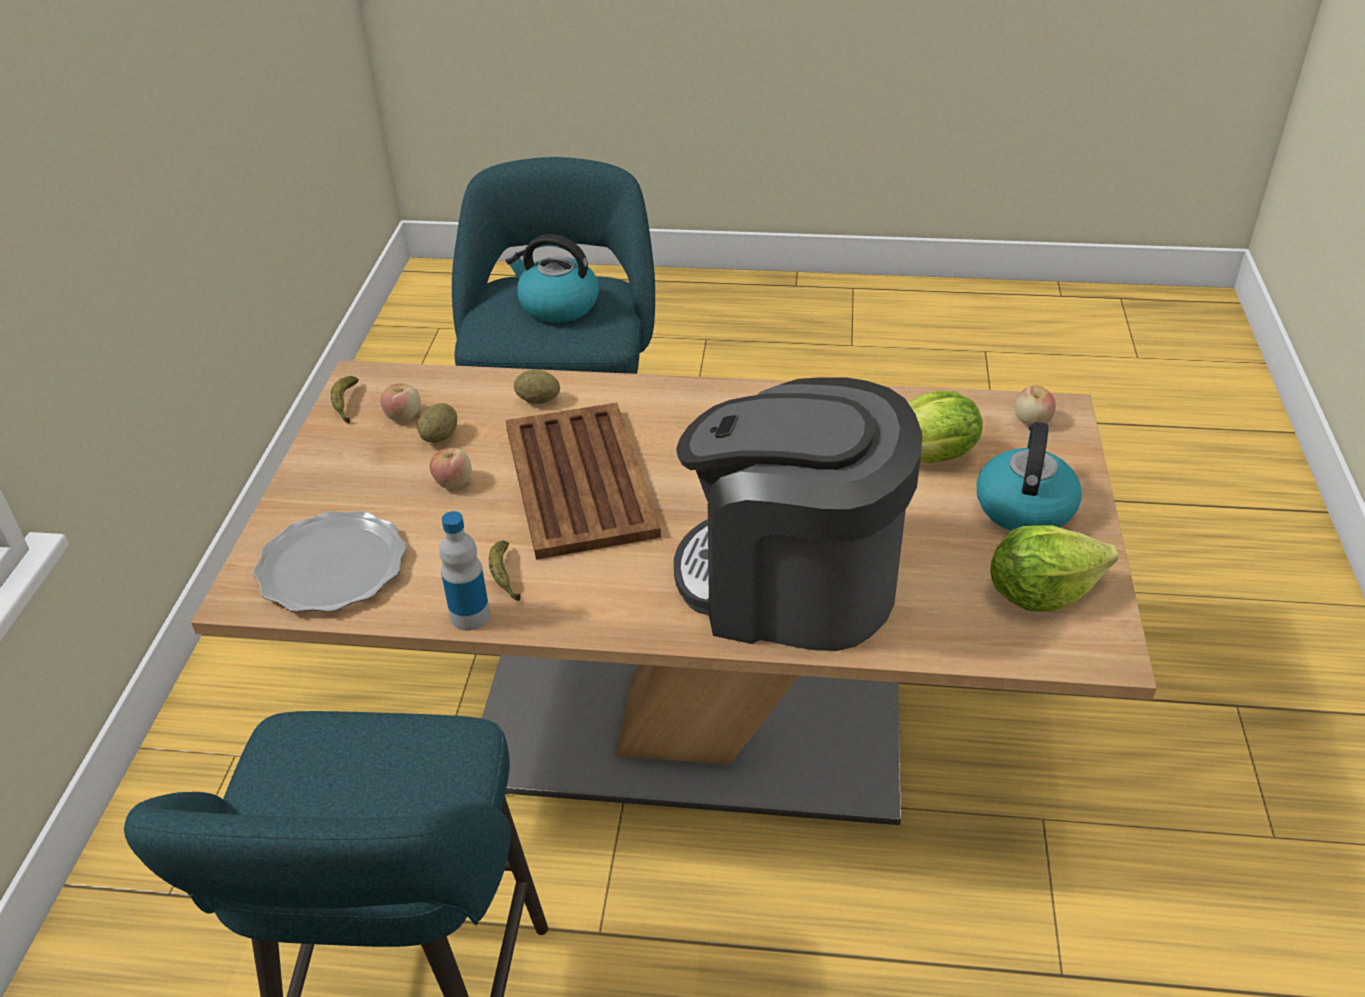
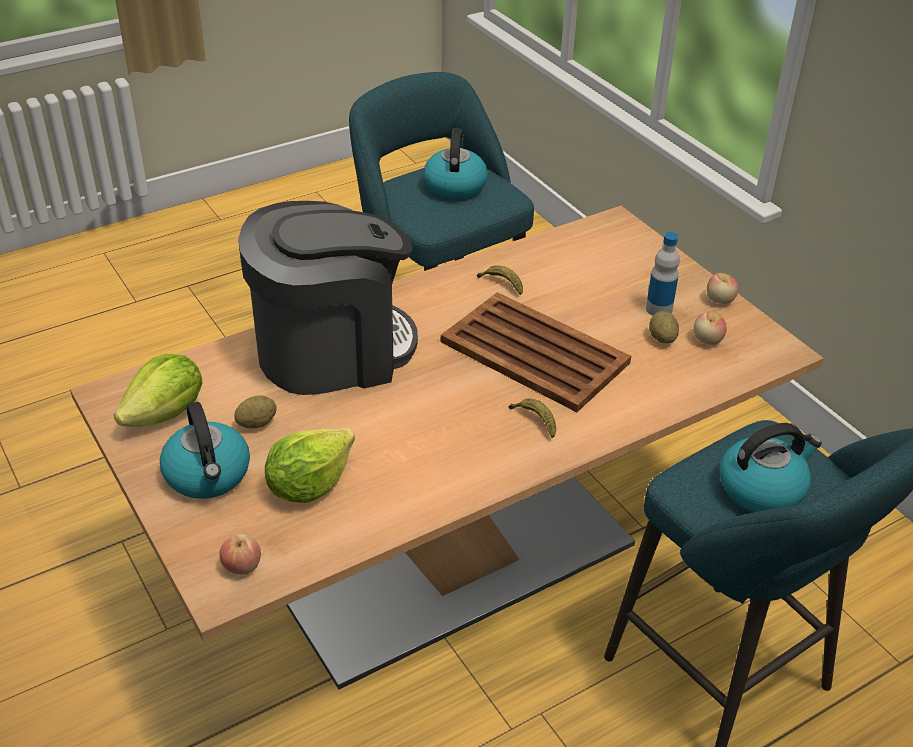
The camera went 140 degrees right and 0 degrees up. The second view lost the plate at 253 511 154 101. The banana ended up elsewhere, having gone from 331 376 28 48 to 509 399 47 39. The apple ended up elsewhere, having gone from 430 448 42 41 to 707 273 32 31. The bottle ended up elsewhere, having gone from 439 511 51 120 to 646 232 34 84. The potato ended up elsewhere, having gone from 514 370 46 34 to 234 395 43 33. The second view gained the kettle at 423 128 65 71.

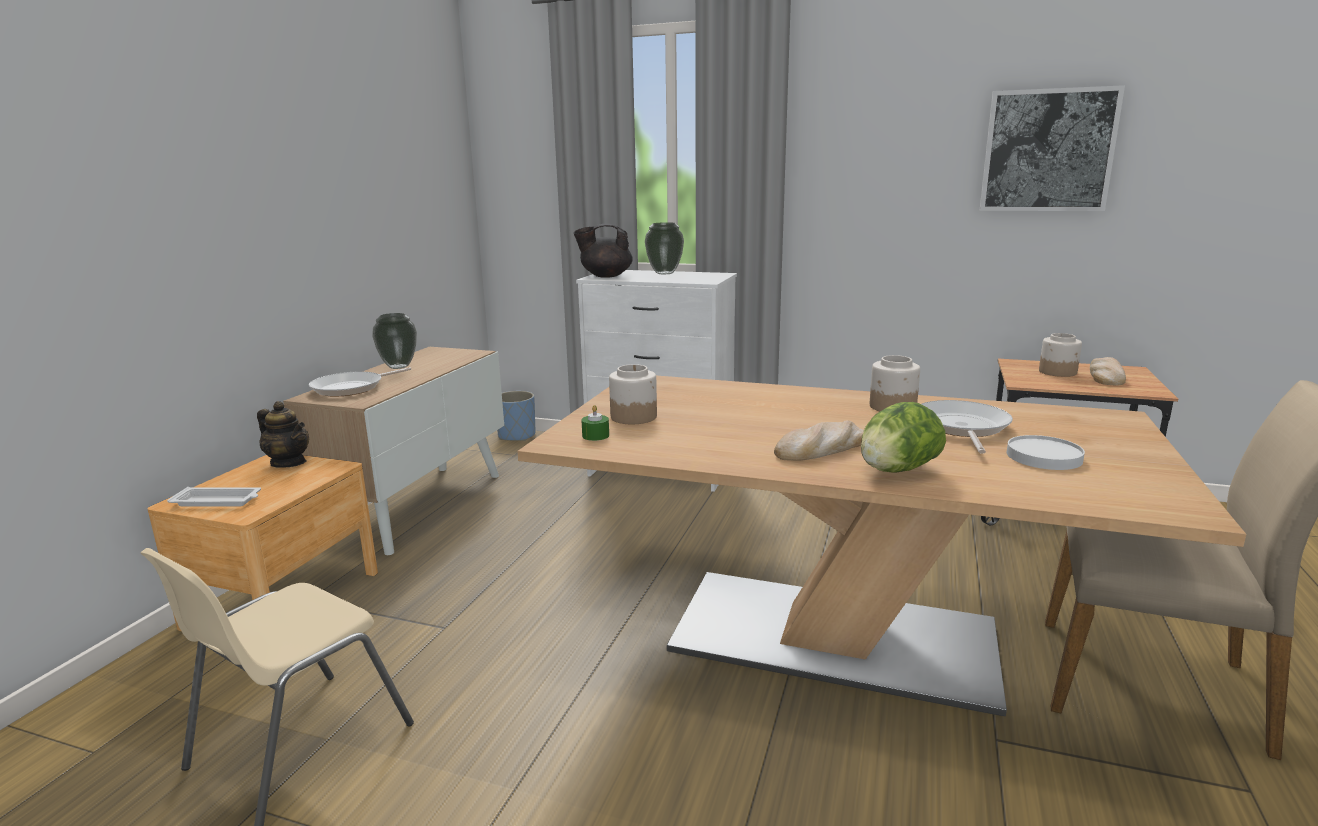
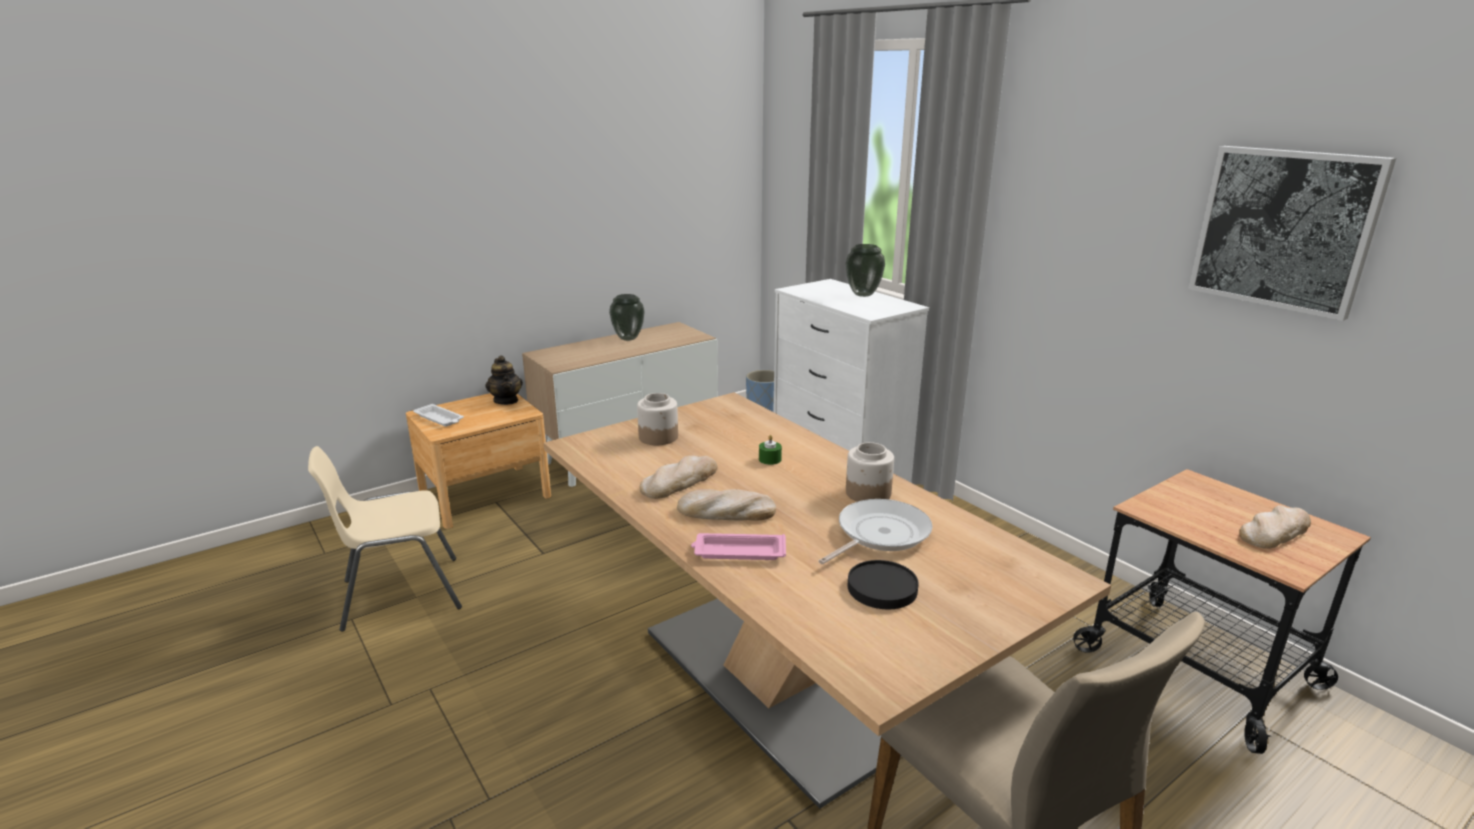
The camera went 35 degrees right and 5 degrees up. The second view lost the frying pan at 309 367 102 29. The second view lost the black teapot at 574 224 59 54. The green candle ended up elsewhere, having gone from 581 405 28 36 to 759 435 23 30. Where the lettuce stood at 861 402 85 70, the pink tray came to stand at 691 533 95 27. What was the white plate at 1007 435 78 35 turned into the black plate at 847 560 72 49. The second view lost the jar at 1039 333 43 44. The second view gained the bread at 639 455 78 44.

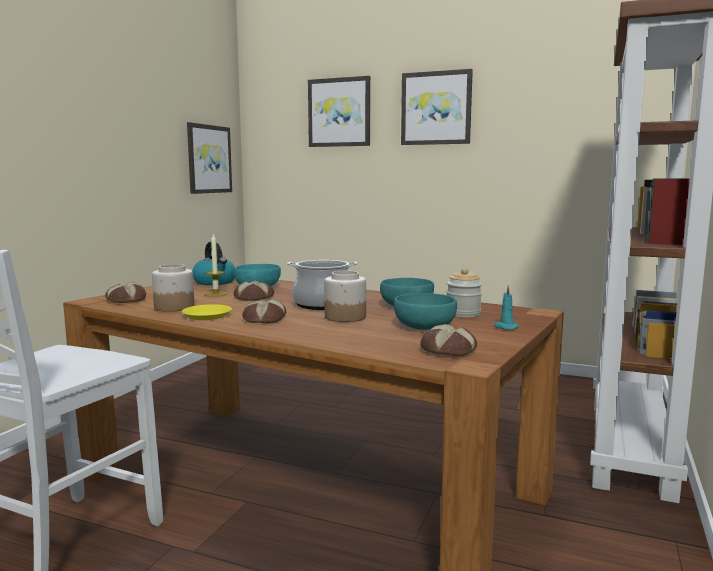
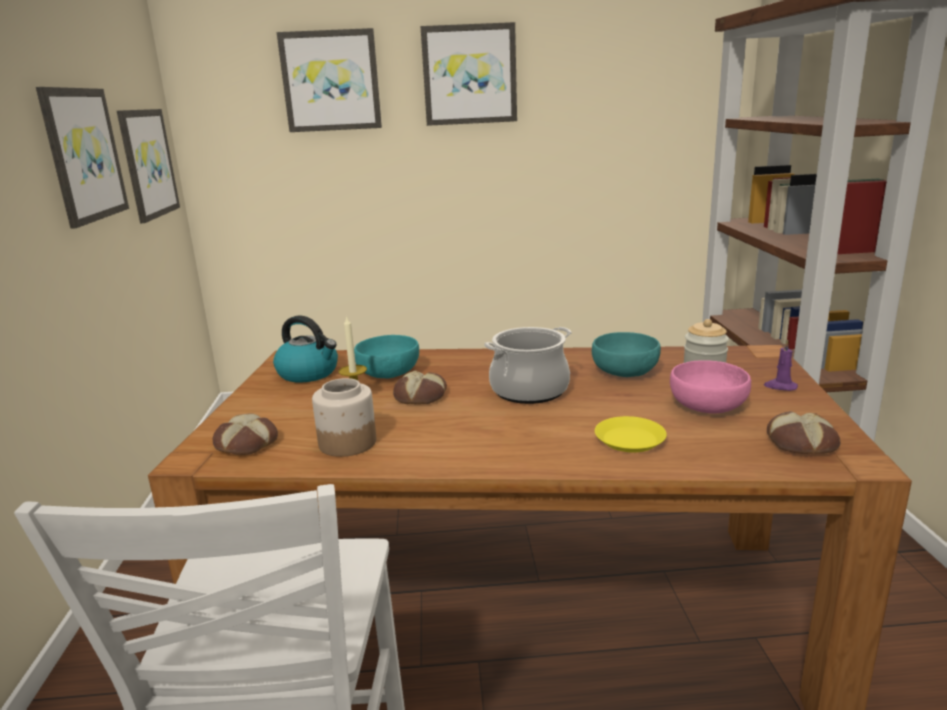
The camera went 25 degrees left and 10 degrees up. The yellow plate ended up elsewhere, having gone from 182 304 50 16 to 595 416 72 36. The second view lost the bread at 242 299 44 25. The second view lost the jar at 324 271 42 51. What was the turquoise bowl at 394 293 63 37 turned into the pink bowl at 670 360 81 53. What was the turquoise candle at 493 285 26 45 turned into the purple candle at 764 339 34 52. The second view gained the picture at 36 87 93 142.

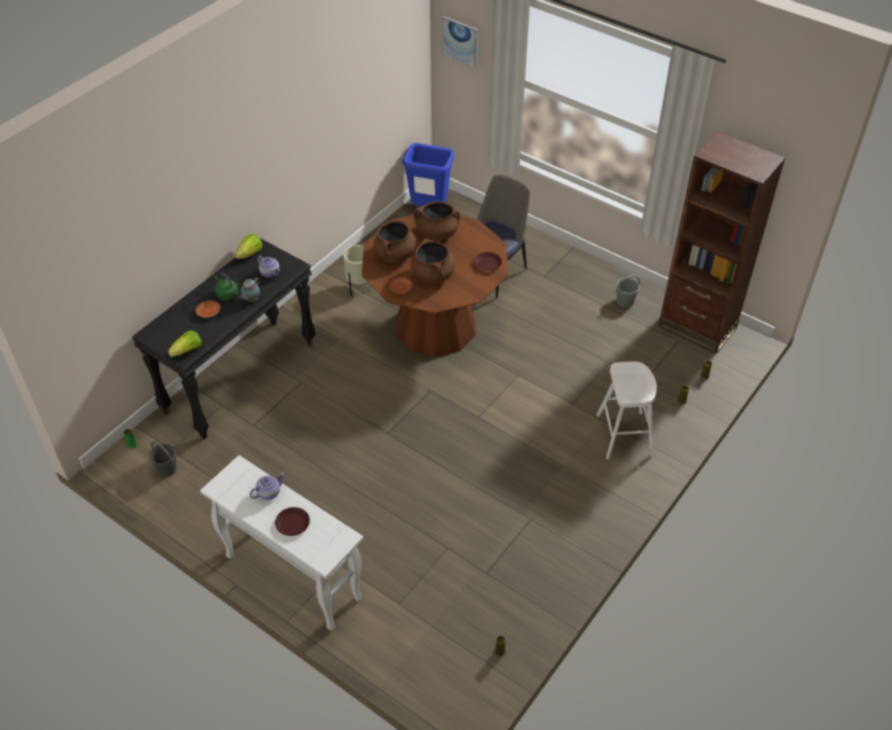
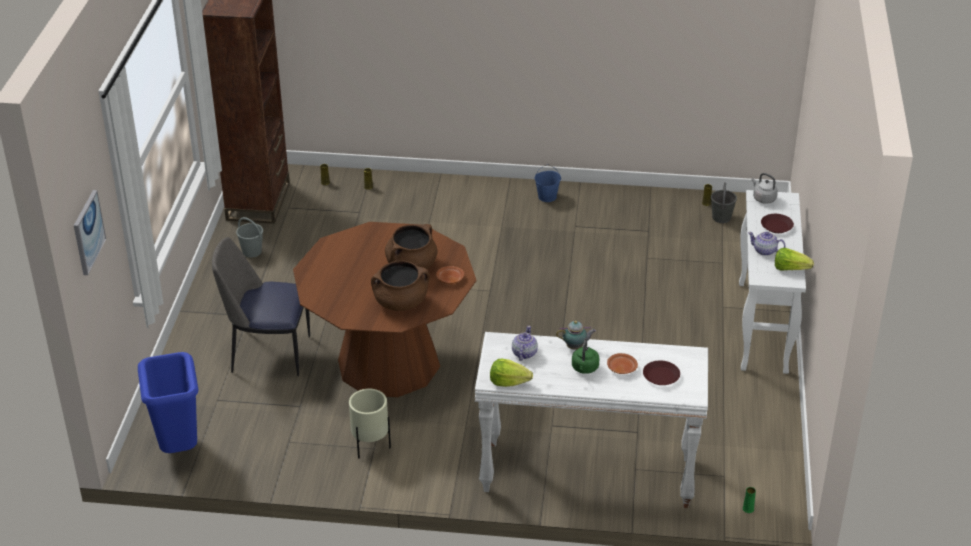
The camera went 120 degrees left and 10 degrees down. What was the black console table at 132 238 184 202 turned into the white console table at 475 332 233 176. The grey bucket ended up elsewhere, having gone from 149 441 28 36 to 711 182 26 41. The lettuce ended up elsewhere, having gone from 168 330 33 27 to 775 248 39 22. The second view lost the brown cooking pot at 414 201 46 40. The brown plate ended up elsewhere, having gone from 474 252 28 19 to 643 360 37 25. The second view lost the white stool at 596 361 61 98. The second view gained the blue bucket at 535 164 26 38. The second view gained the grey kettle at 752 173 26 31.

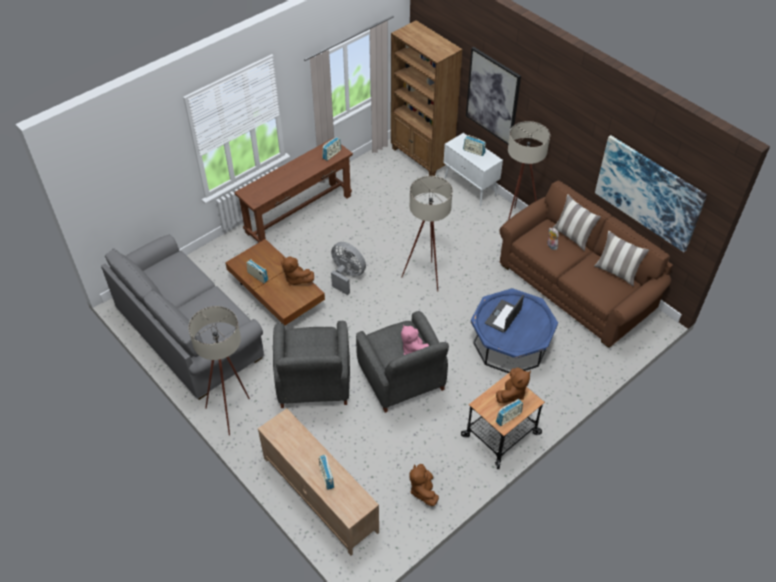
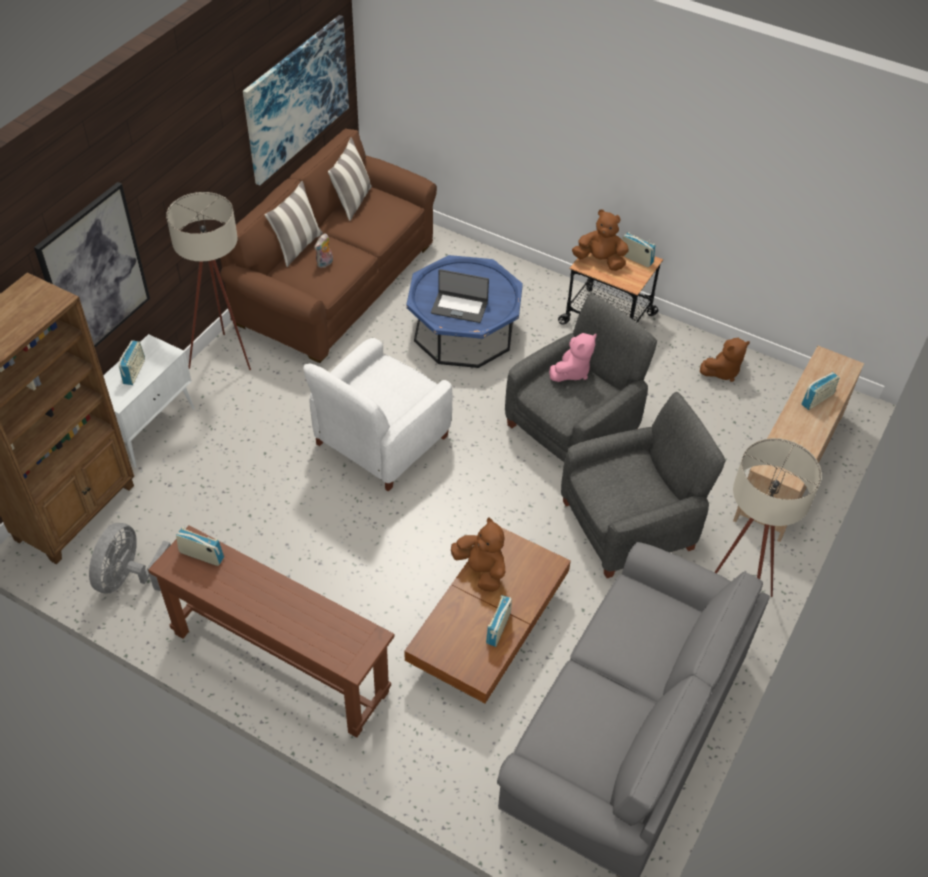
The camera went 110 degrees left and 0 degrees up. The brown plush toy at 281 256 33 30 ended up facing another way, 60 degrees counterclockwise from before. The grey fan ended up elsewhere, having gone from 331 242 35 53 to 89 523 82 71. Where the beige floor lamp stood at 402 176 51 115, the white armchair came to stand at 303 338 149 154.

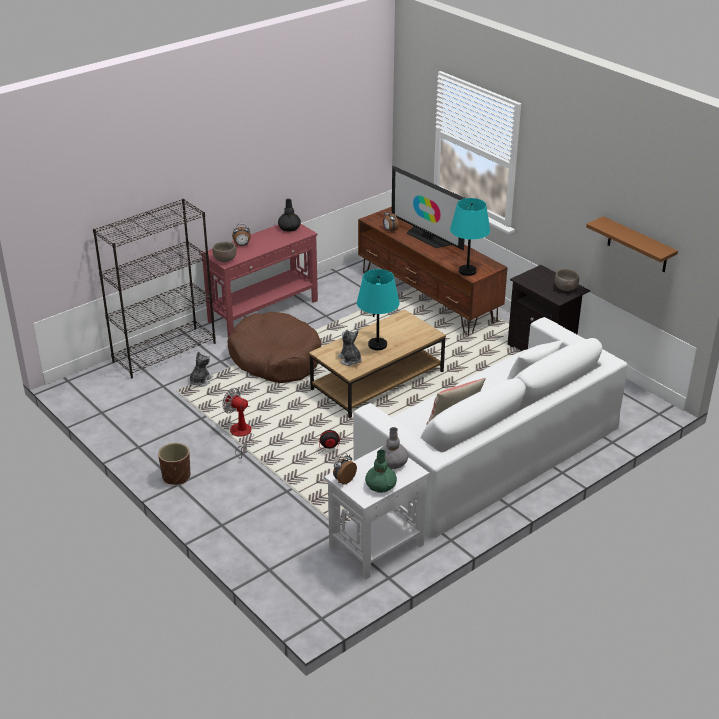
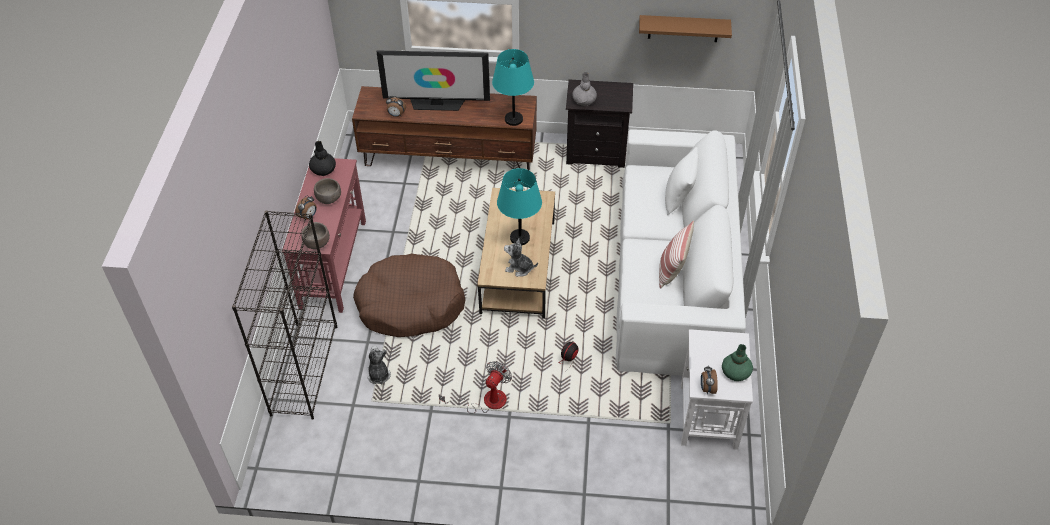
The camera went 45 degrees left and 15 degrees up. The second view lost the brown planter at 158 443 32 42. The fan at 222 388 32 71 ended up facing another way, 135 degrees clockwise from before. The grey vase ended up elsewhere, having gone from 380 427 28 42 to 572 72 25 34. The brown bowl ended up elsewhere, having gone from 555 269 24 22 to 314 178 27 26.

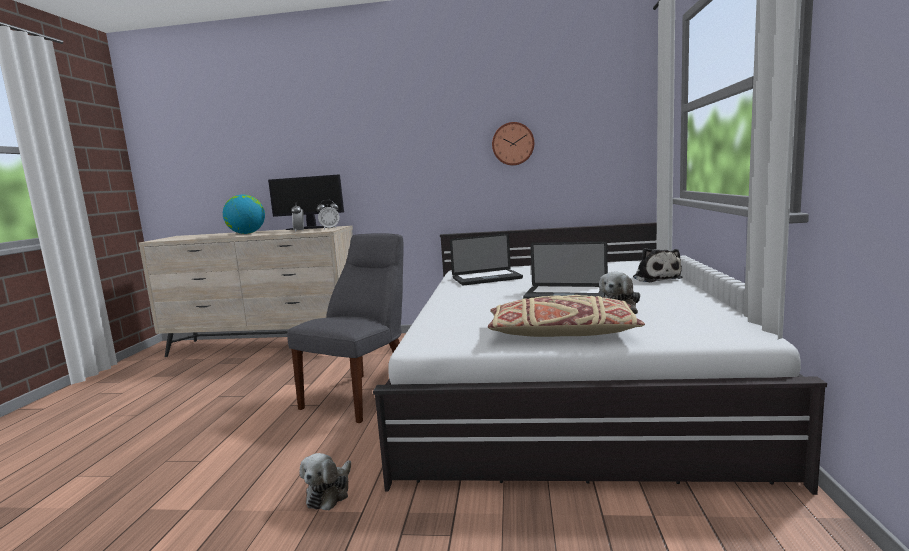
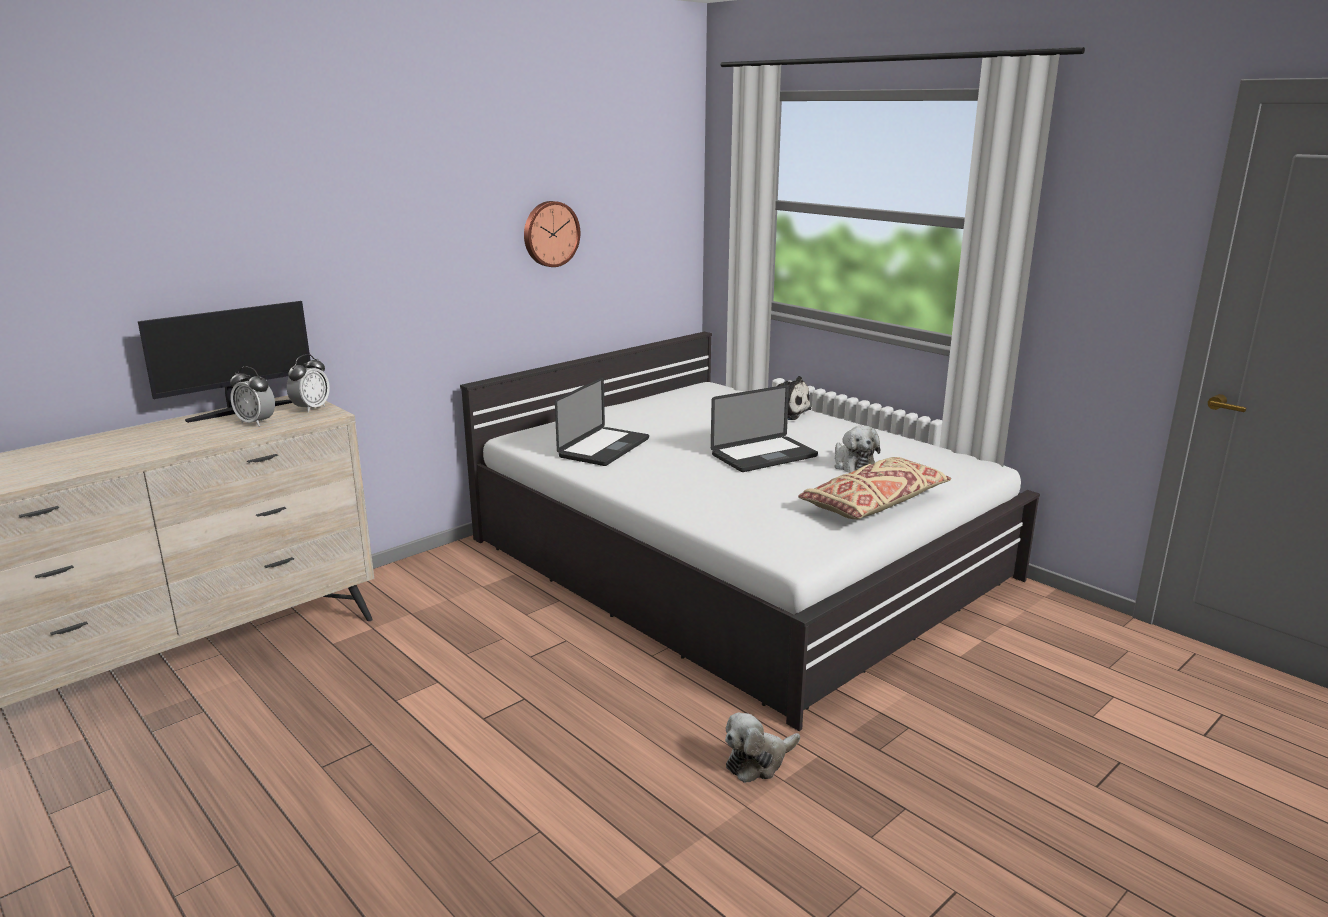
The camera went 50 degrees left and 10 degrees up. The second view lost the globe at 223 195 42 39. The second view lost the grey chair at 287 233 117 190. The plush toy at 300 453 51 57 ended up facing another way, 90 degrees clockwise from before.

